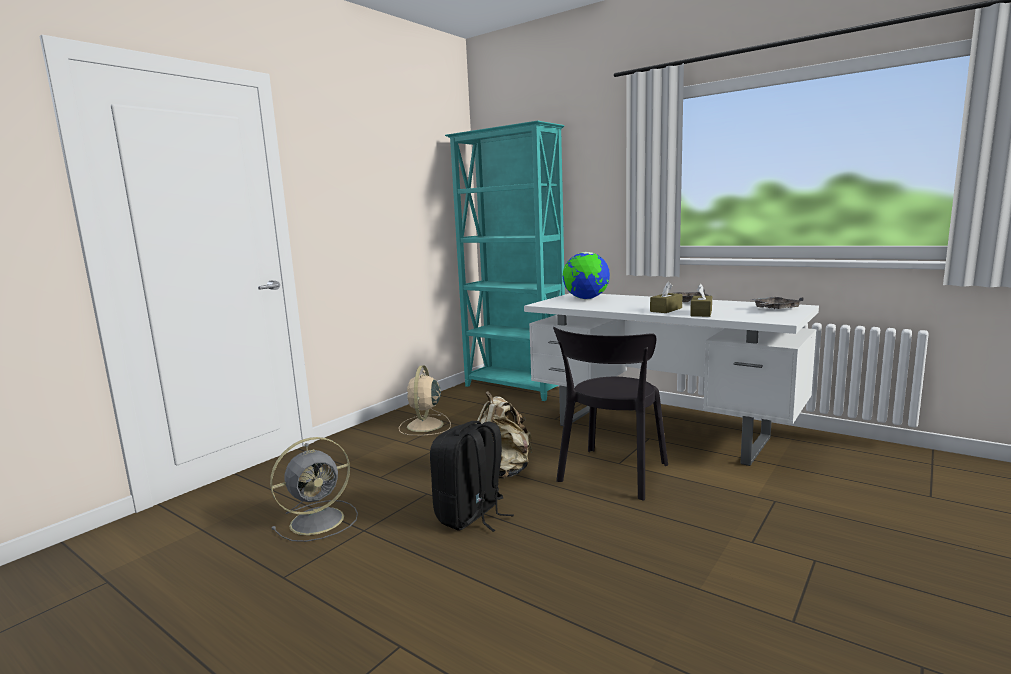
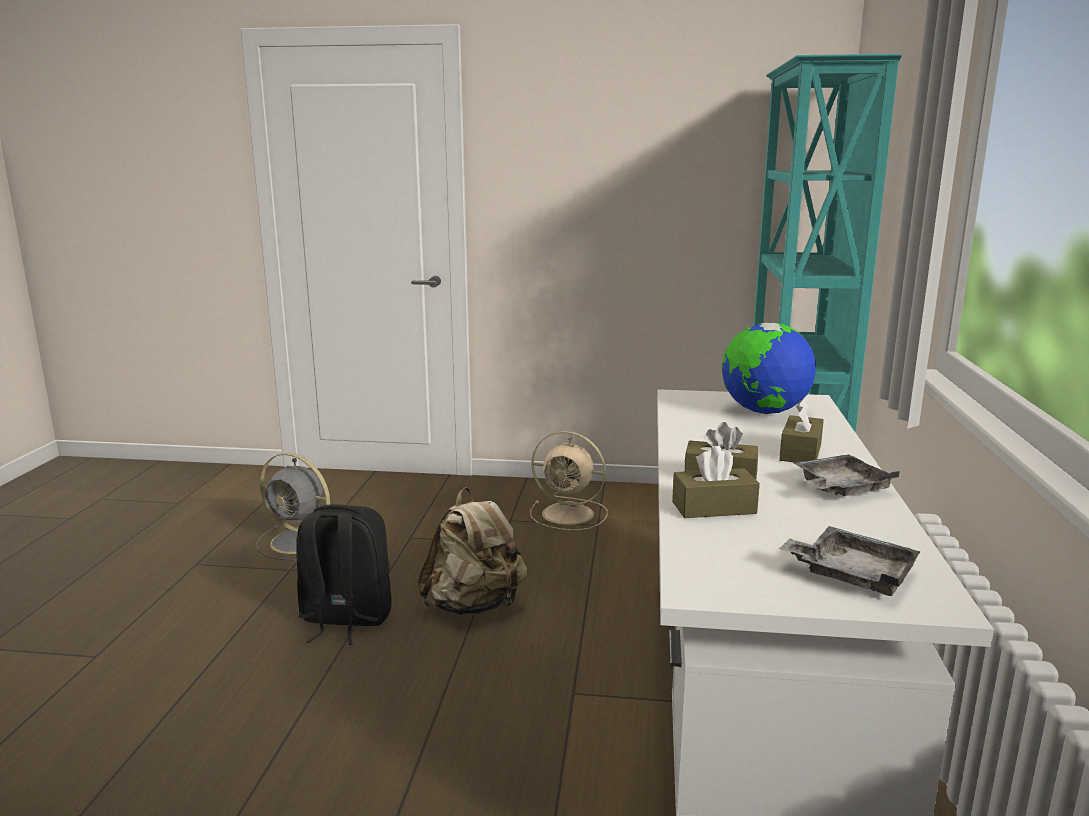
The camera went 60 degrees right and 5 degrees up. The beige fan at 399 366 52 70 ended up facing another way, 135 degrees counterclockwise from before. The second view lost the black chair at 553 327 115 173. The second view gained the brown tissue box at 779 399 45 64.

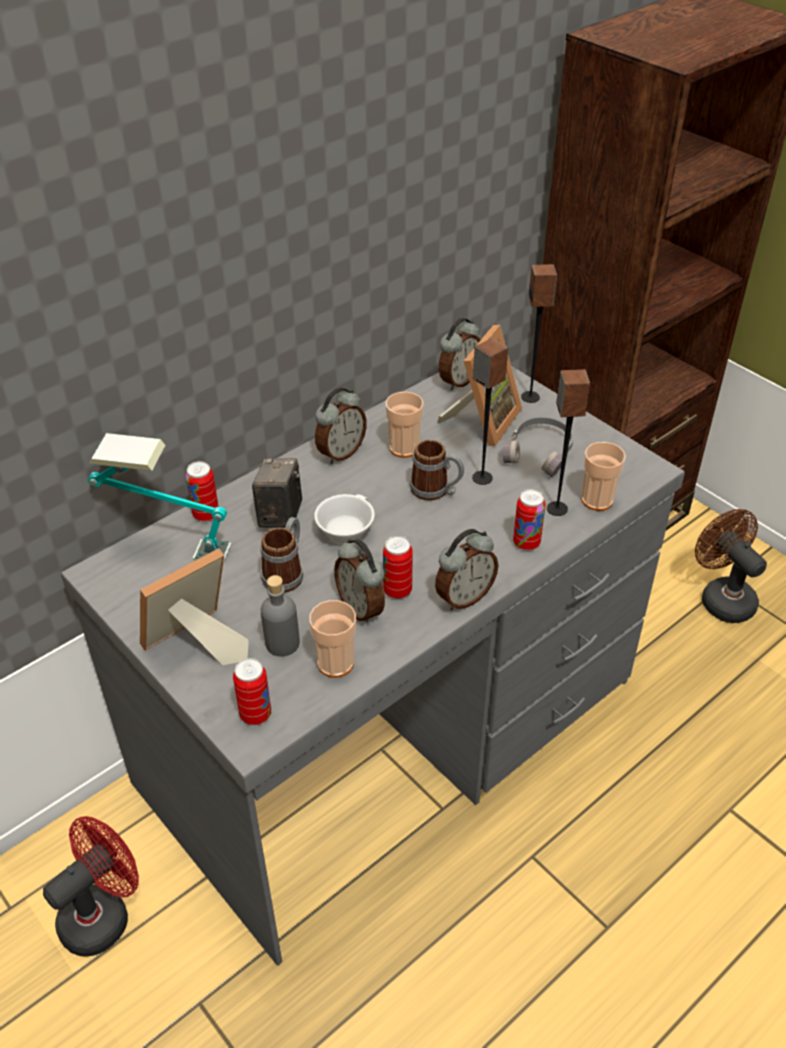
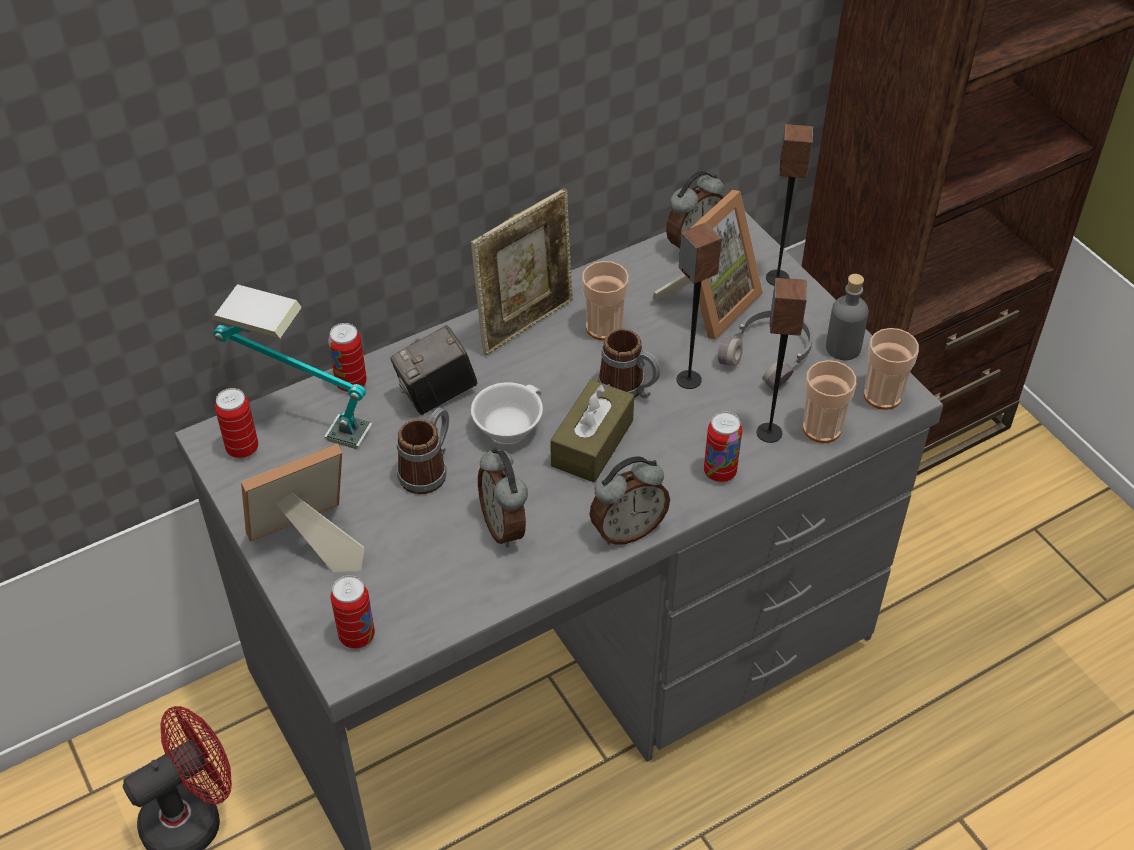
The camera went 10 degrees right and 5 degrees up. The photo camera at 252 458 50 70 ended up facing another way, 135 degrees counterclockwise from before. The grey bottle ended up elsewhere, having gone from 261 575 39 81 to 826 274 43 86. The cup ended up elsewhere, having gone from 309 600 47 78 to 864 328 55 82. Where the alarm clock stood at 315 387 52 77, the picture frame came to stand at 471 188 102 168. The can ended up elsewhere, having gone from 383 536 30 63 to 215 388 43 71. The second view lost the brown fan at 695 509 72 114. The second view gained the brown tissue box at 550 379 84 103.

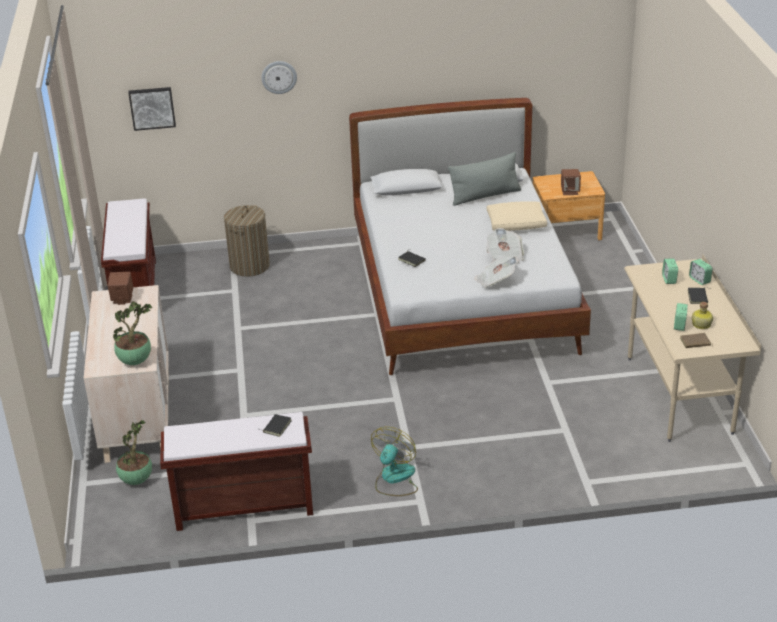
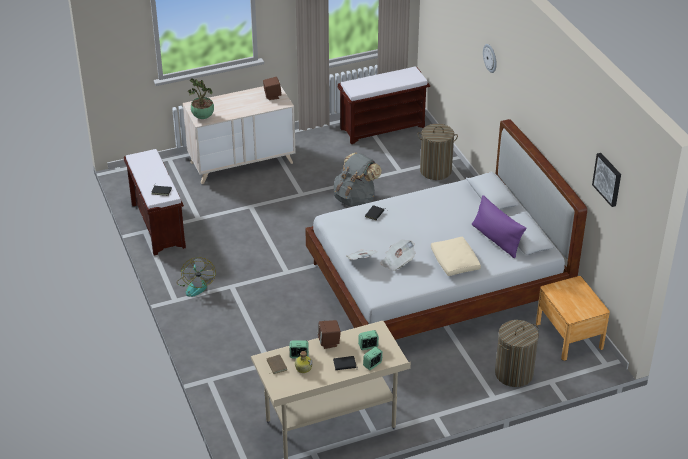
The camera went 75 degrees right and 5 degrees up. The second view lost the potted plant at 116 420 36 65. The picture ended up elsewhere, having gone from 128 87 48 44 to 592 153 29 54. The fan at 371 427 47 69 ended up facing another way, 75 degrees clockwise from before. What was the grey pillow at 448 152 73 54 turned into the purple pillow at 472 195 55 63. The brown speaker ended up elsewhere, having gone from 561 169 20 26 to 317 320 24 29. The second view gained the grey backpack at 334 152 48 54. The second view gained the laundry basket at 495 320 44 67.

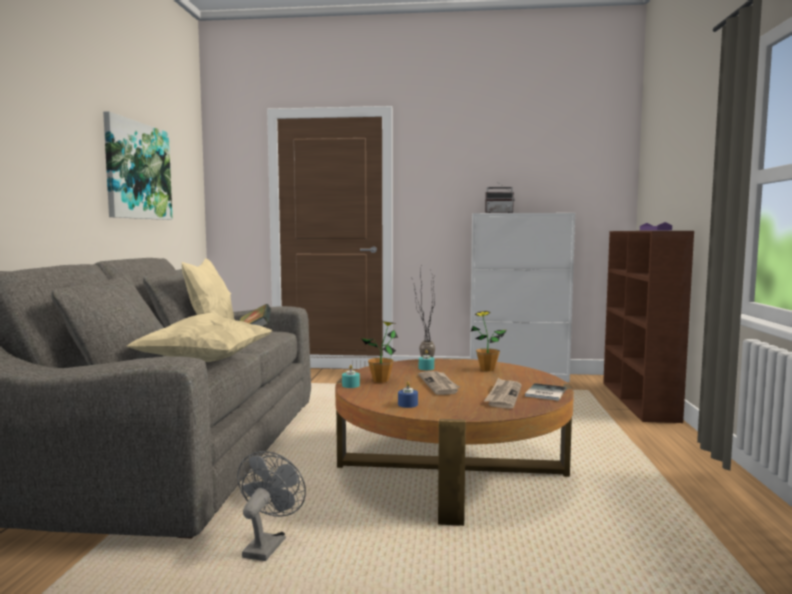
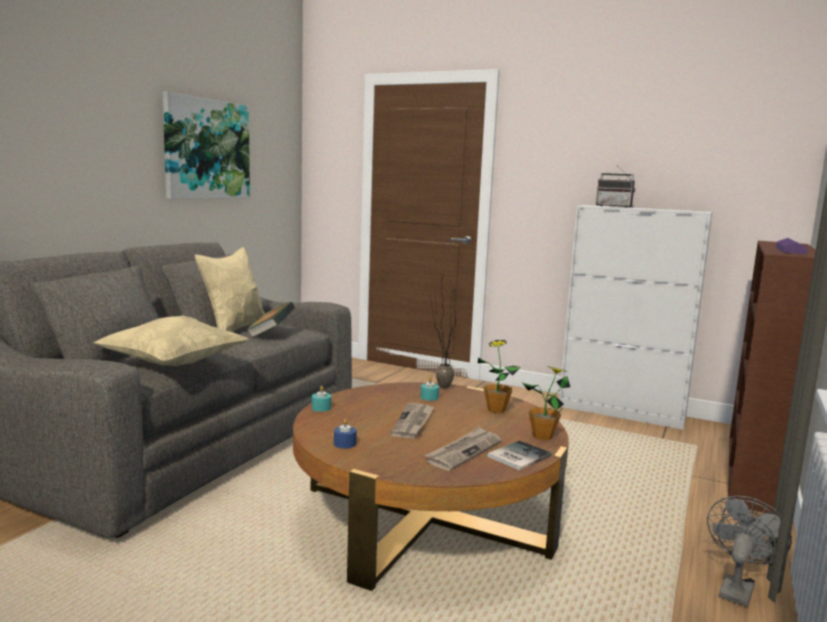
The camera went 20 degrees right and 5 degrees up. The grey fan ended up elsewhere, having gone from 237 451 69 110 to 707 496 85 111. The potted plant ended up elsewhere, having gone from 361 321 37 62 to 523 366 47 74.

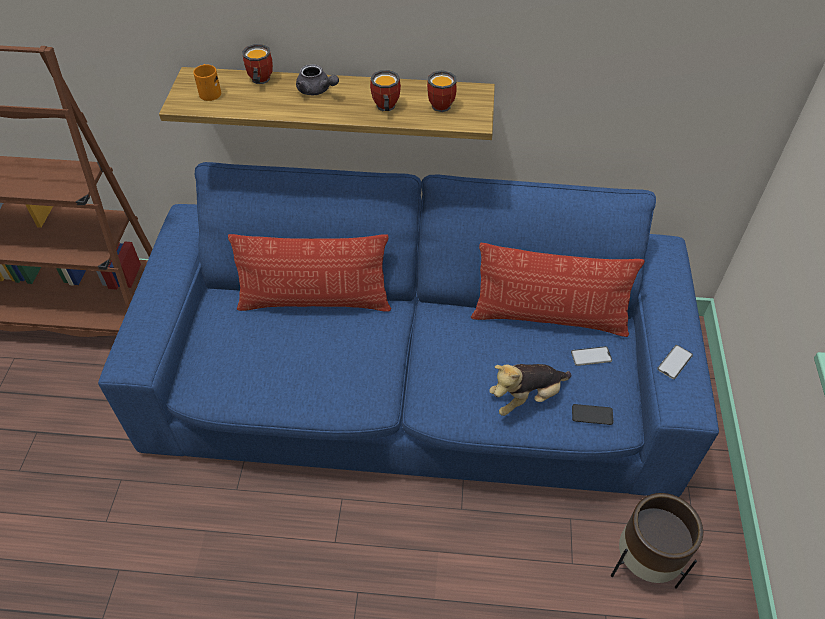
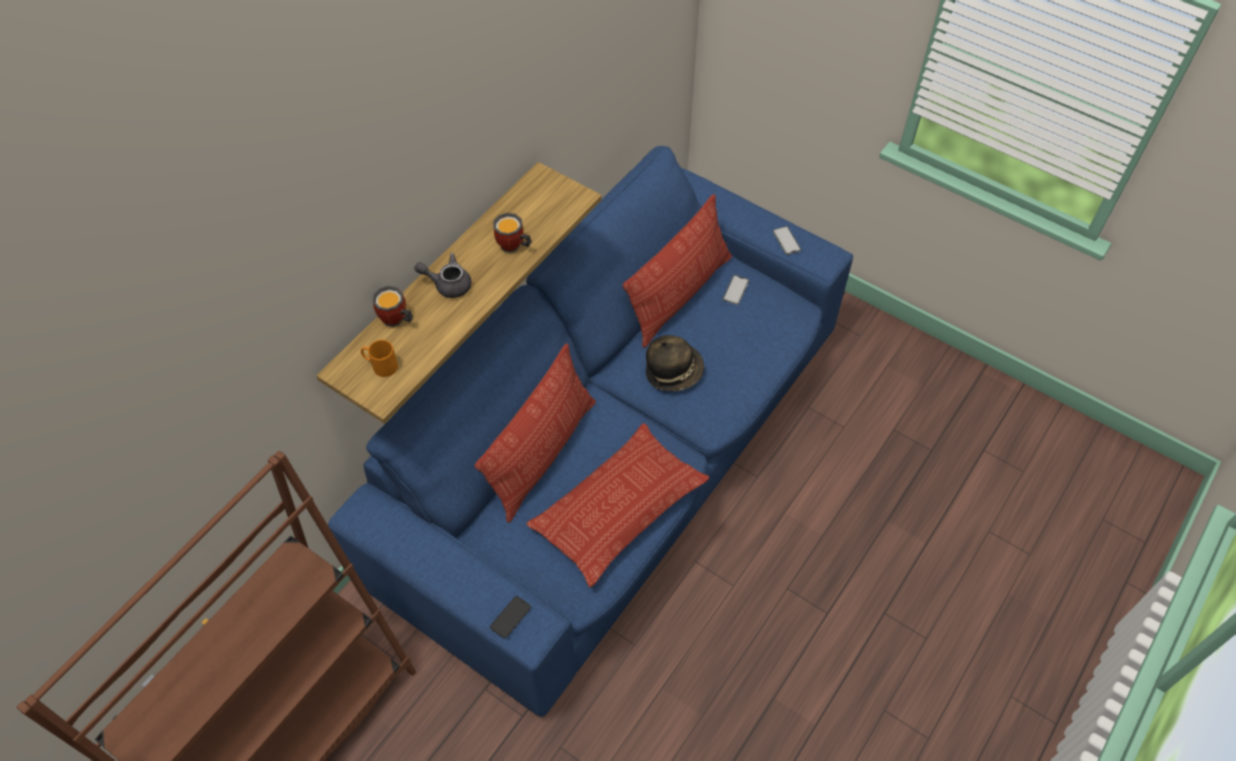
The camera went 60 degrees left and 5 degrees up. The grey teapot at 296 64 43 31 ended up facing another way, 150 degrees counterclockwise from before. The second view lost the mug at 427 70 30 42. The second view lost the plush toy at 489 364 82 52. The phone ended up elsewhere, having gone from 572 404 41 21 to 490 596 41 43. The second view lost the brown planter at 611 493 92 96. The second view gained the pillow at 526 423 183 164. The second view gained the hat at 646 335 58 56.

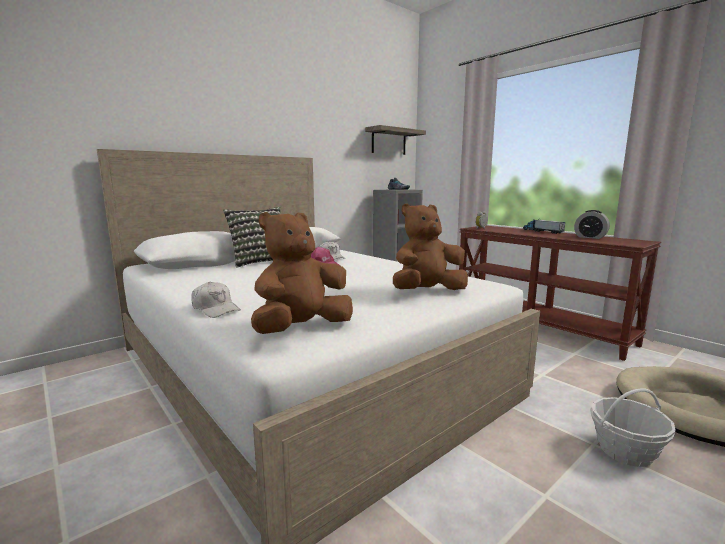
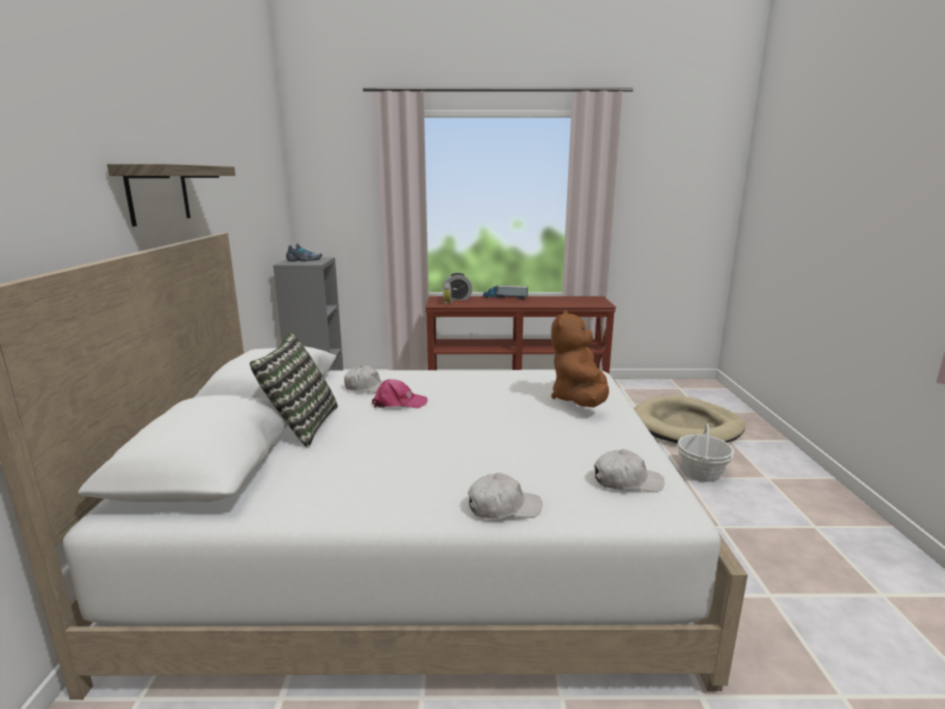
The camera went 50 degrees left and 5 degrees up. Where the brown plush toy stood at 251 212 102 122, the white cap came to stand at 594 449 70 43. The shelf ended up elsewhere, having gone from 365 125 61 30 to 107 164 128 62. The alarm clock ended up elsewhere, having gone from 574 210 36 29 to 443 273 29 27.

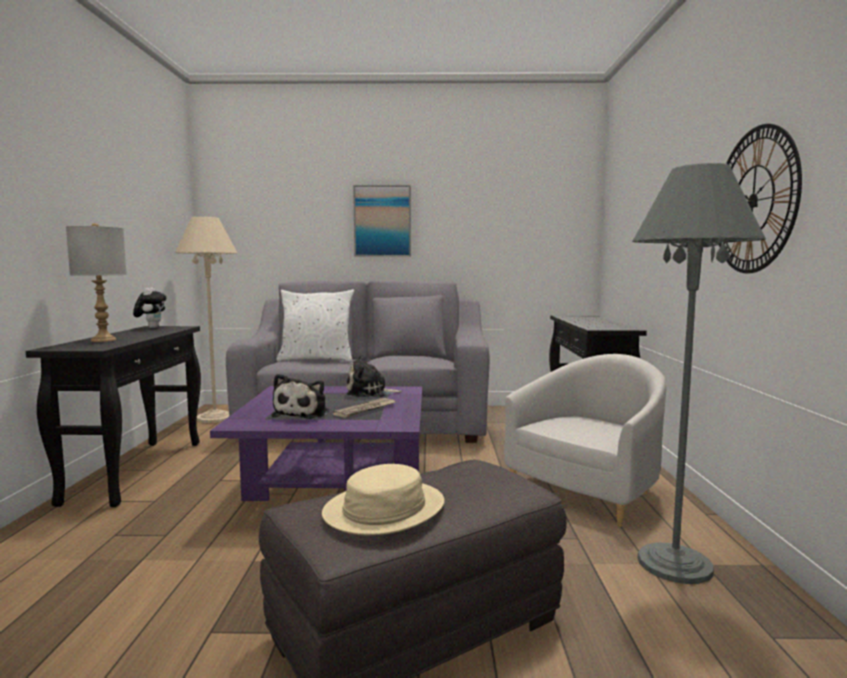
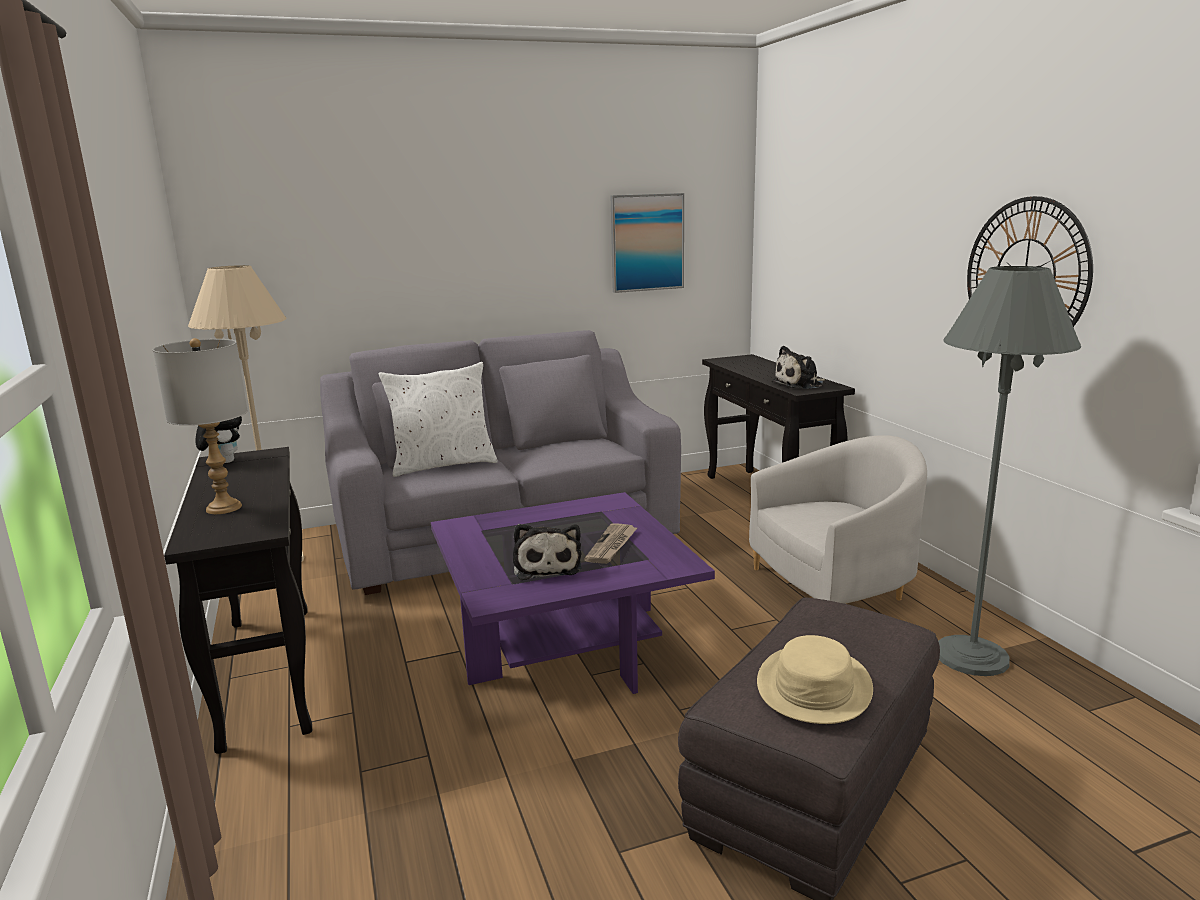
The camera went 20 degrees left and 10 degrees up. The plush toy ended up elsewhere, having gone from 347 355 56 42 to 772 346 53 43. The picture ended up elsewhere, having gone from 353 185 58 72 to 610 193 74 100. The white armchair at 504 354 162 173 ended up facing another way, 45 degrees clockwise from before.

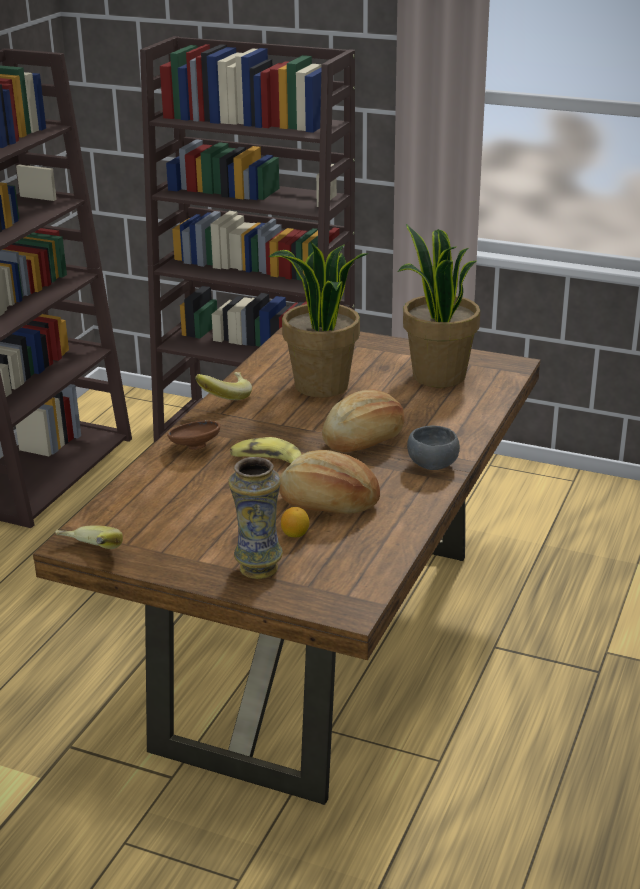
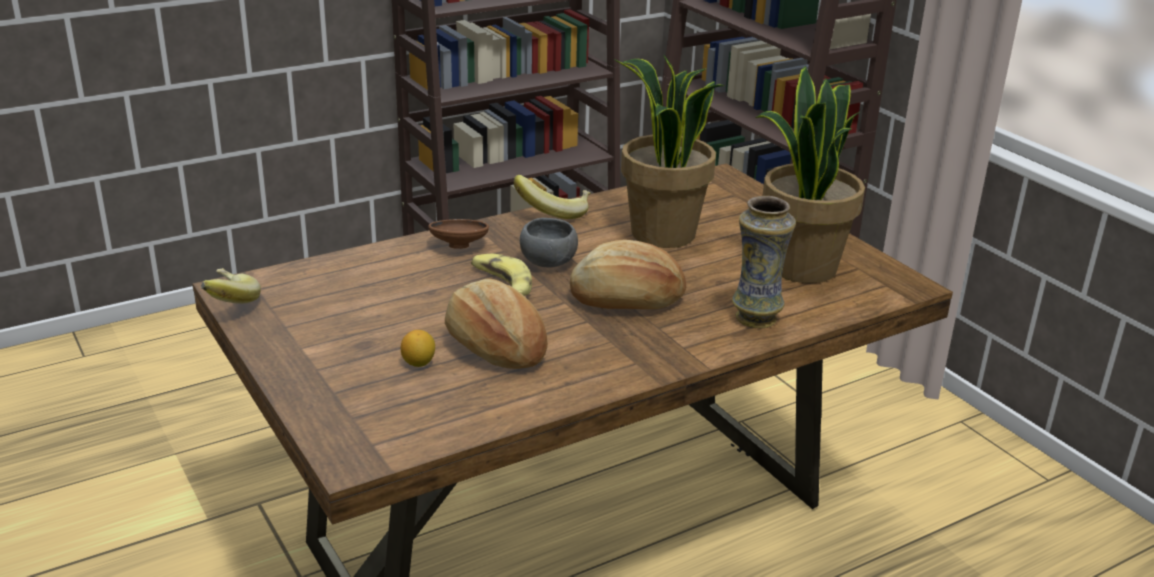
The camera went 35 degrees right and 0 degrees up. The vase ended up elsewhere, having gone from 228 457 55 122 to 732 196 64 132. The grey bowl ended up elsewhere, having gone from 407 426 53 44 to 520 218 58 49.

